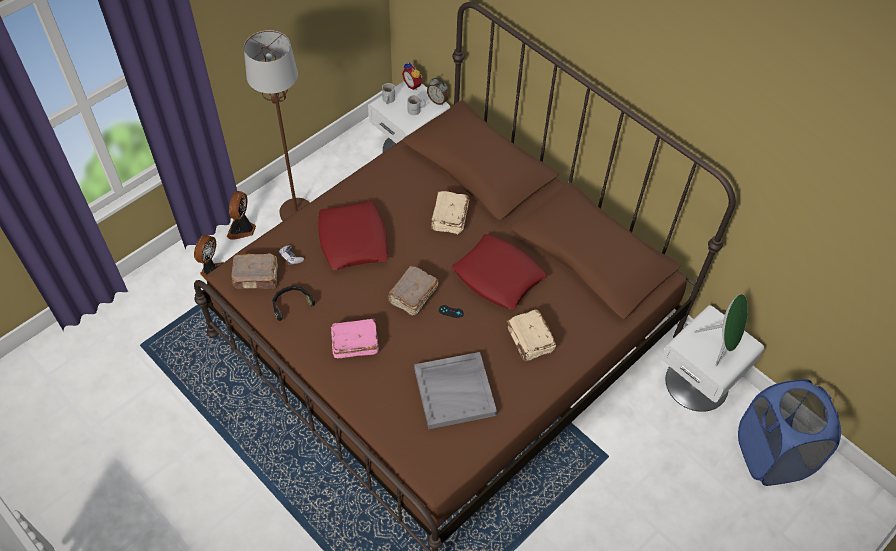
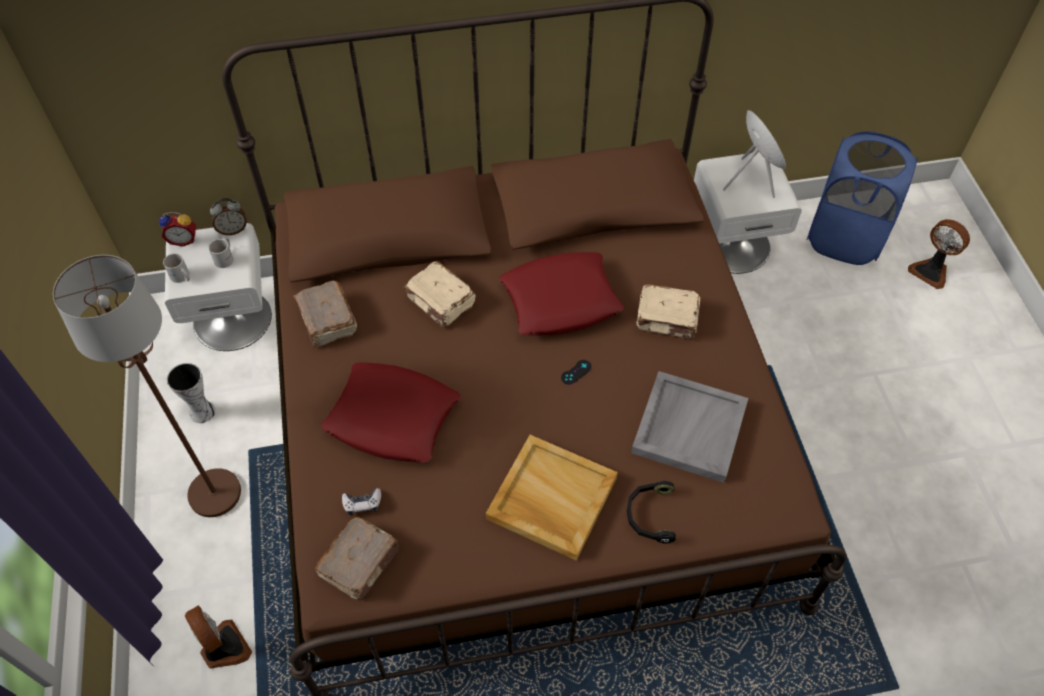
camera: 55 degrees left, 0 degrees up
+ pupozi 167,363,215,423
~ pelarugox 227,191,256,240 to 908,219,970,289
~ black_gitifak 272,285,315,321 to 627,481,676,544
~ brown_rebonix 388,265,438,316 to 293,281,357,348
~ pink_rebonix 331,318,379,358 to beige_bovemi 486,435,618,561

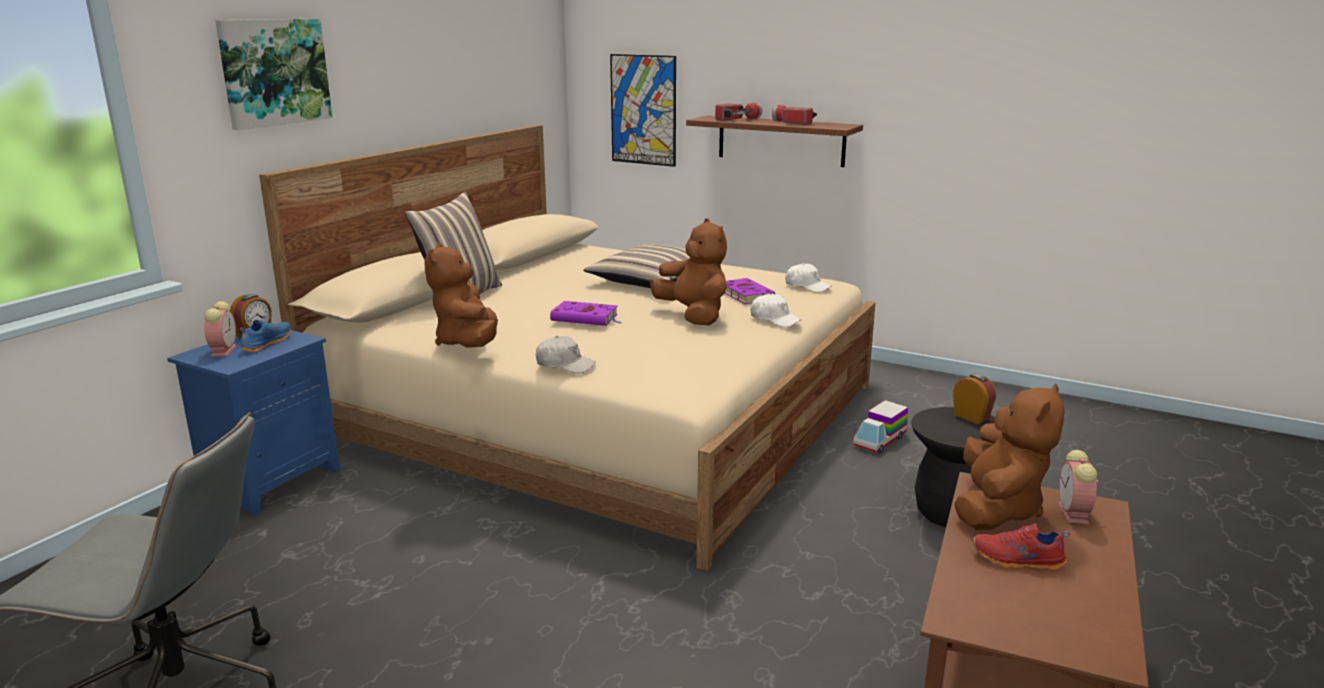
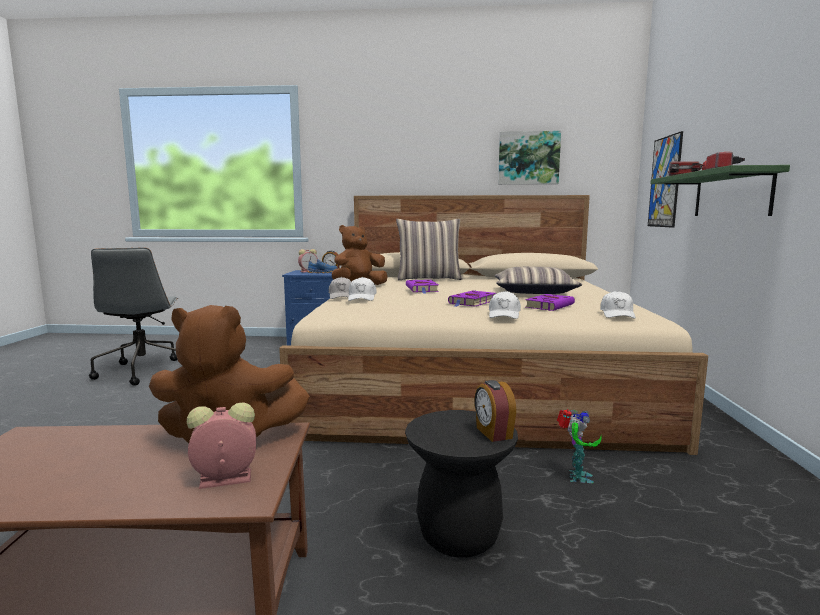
camera: 65 degrees right, 10 degrees down
- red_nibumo 973,524,1070,570
+ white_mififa 348,277,376,301
~ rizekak 215,19,333,130 to 498,131,561,184
~ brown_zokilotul 650,218,727,325 to purple_rebonix 448,291,496,307
~ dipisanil 853,400,908,453 to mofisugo 557,409,601,483
~ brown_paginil 686,115,863,167 to green_paginil 650,165,790,216
~ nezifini 953,373,996,424 = 474,380,516,442 135 degrees clockwise

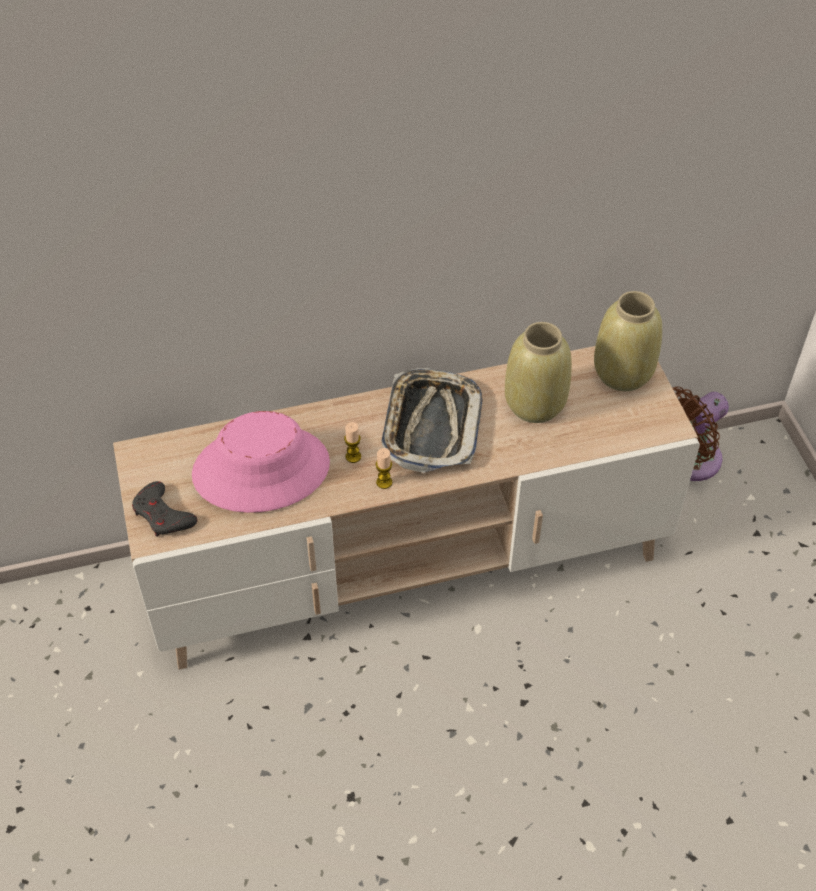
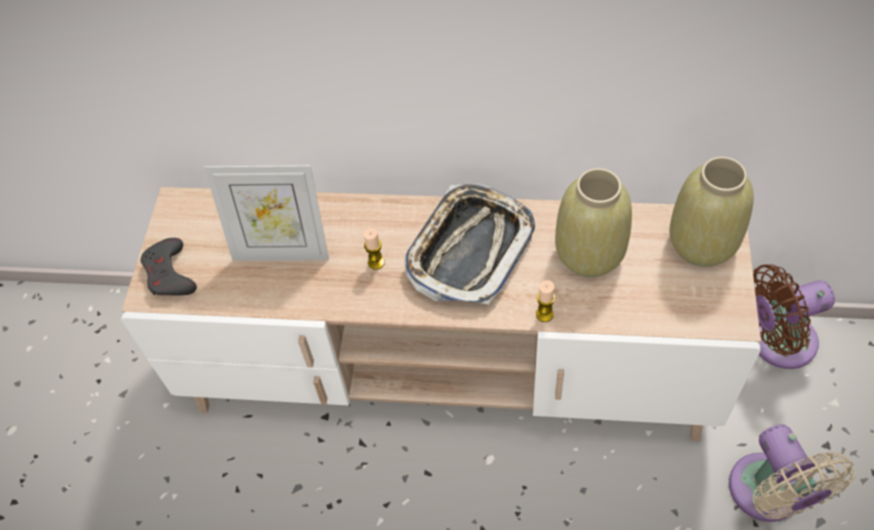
camera: 25 degrees right, 5 degrees up
+ beige_pelarugox 729,424,855,522
~ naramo 376,448,392,489 to 536,280,555,322
~ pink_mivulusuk 192,411,330,513 to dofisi 204,165,329,260

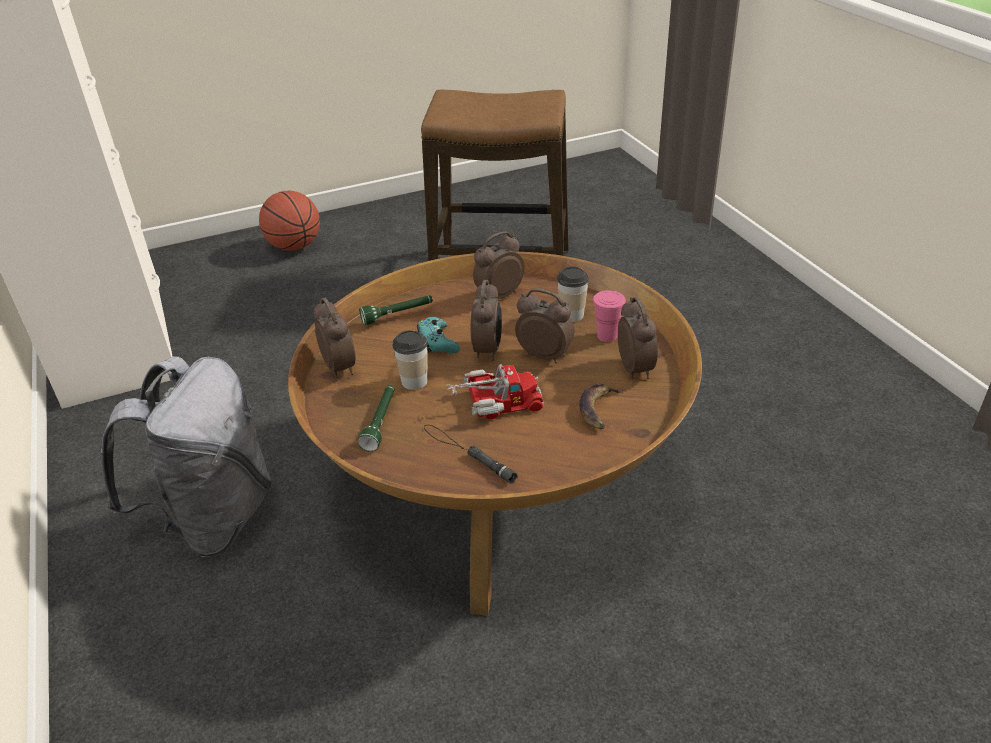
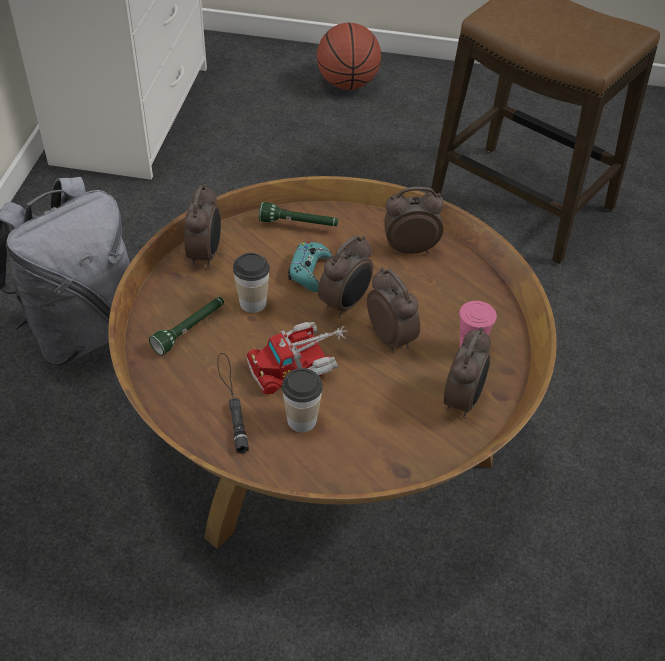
camera: 30 degrees right, 10 degrees up
- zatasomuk 579,383,623,430
~ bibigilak 557,267,589,322 to 282,368,323,433
~ dipisanil 445,364,543,419 = 246,322,348,395 135 degrees clockwise

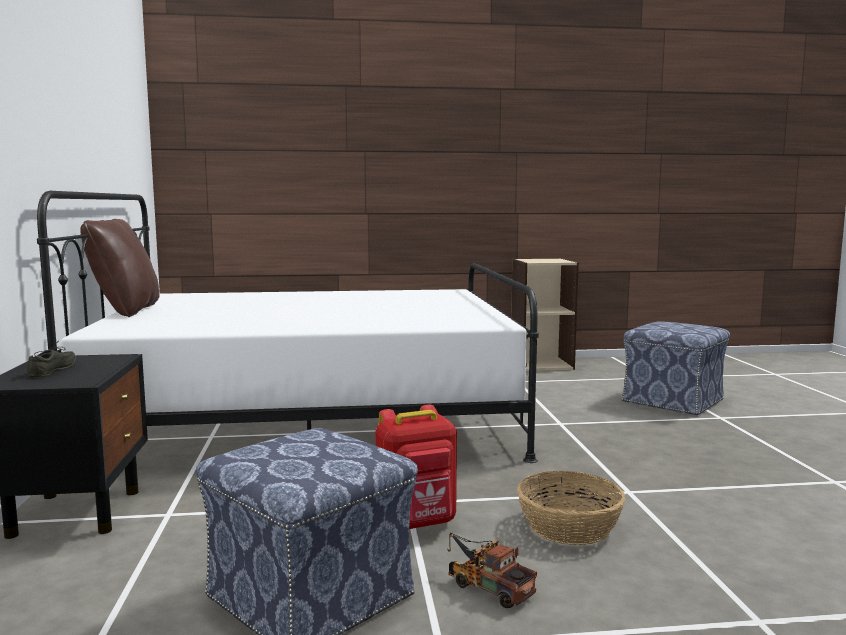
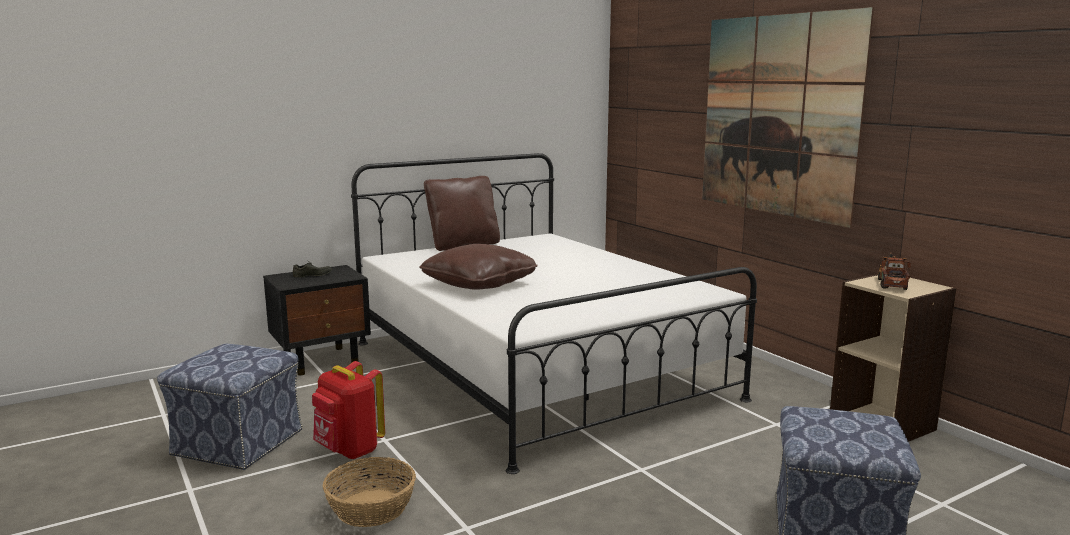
camera: 65 degrees right, 5 degrees up
+ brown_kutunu 419,244,538,290
+ rizekak 702,7,874,228
~ dipisanil 447,533,537,608 to 878,252,911,290

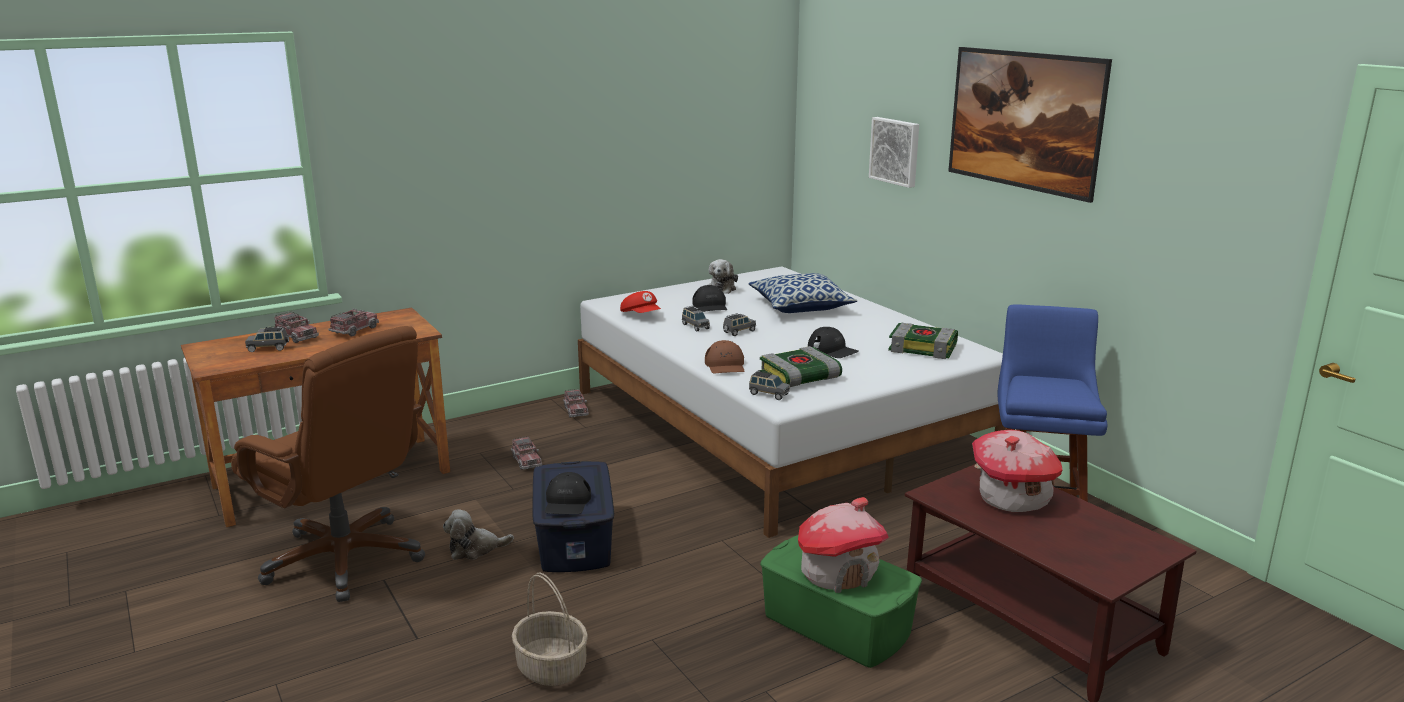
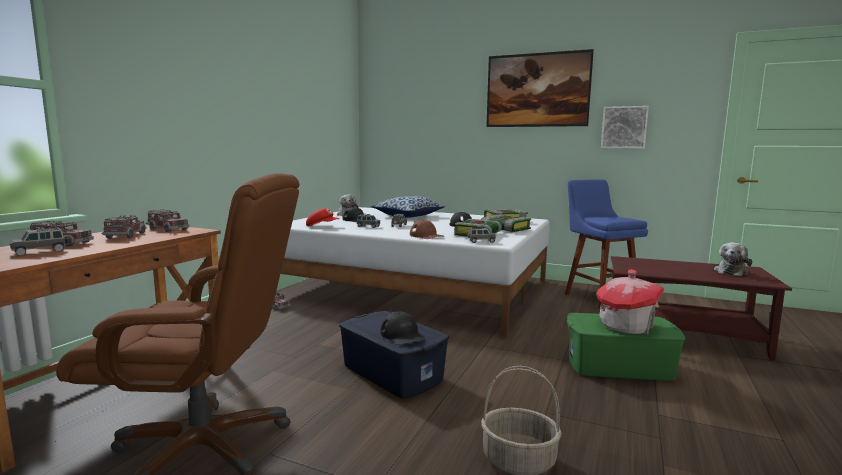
camera: 35 degrees left, 10 degrees down
- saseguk 972,430,1063,512
+ rebonix 481,214,531,232
~ zokilotul 443,509,514,560 to 714,242,752,276
~ dipisanil 511,436,542,470 to 146,210,190,232
~ rizekak 869,117,919,188 to 601,106,649,149

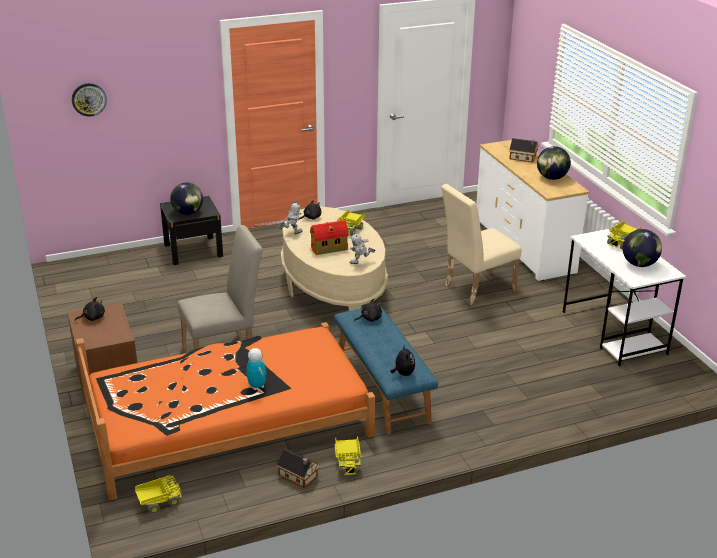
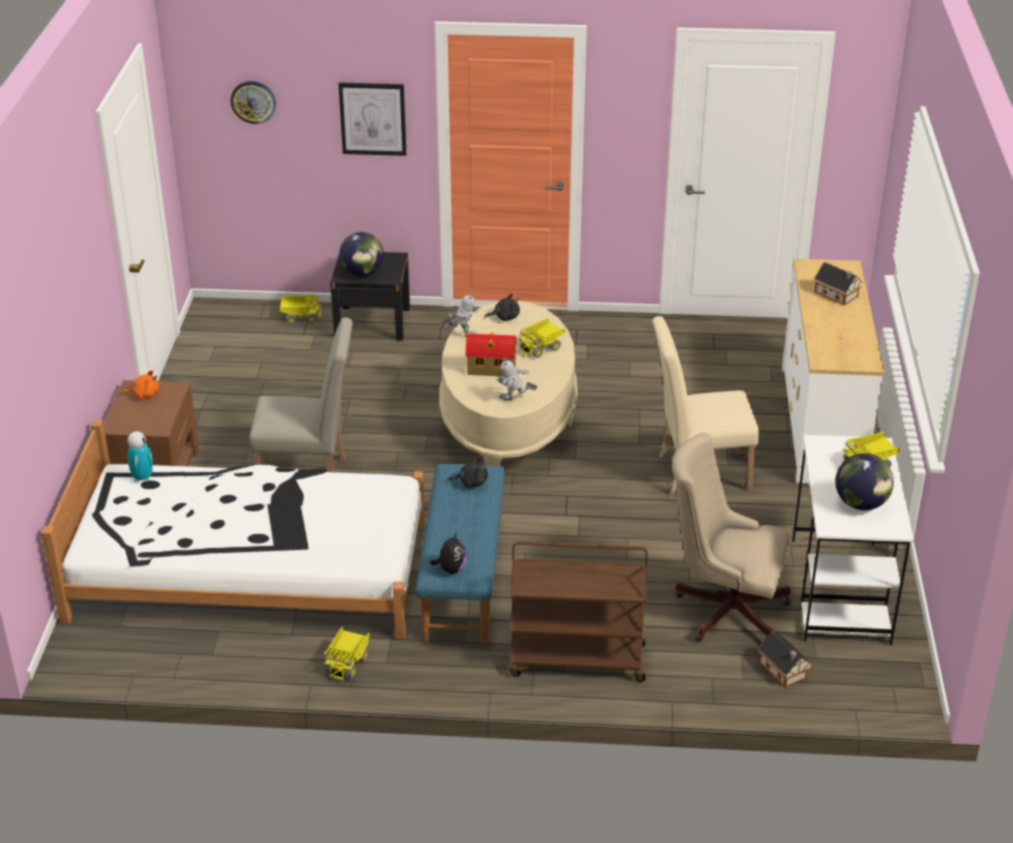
camera: 25 degrees right, 5 degrees up
- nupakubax 537,146,571,180
+ rizekak 338,83,406,156
+ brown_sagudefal 509,541,648,682
+ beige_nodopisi 672,433,792,642
~ dipisanil 135,475,182,514 to 279,295,322,324
~ mofisugo 247,348,267,390 to 127,431,153,482
~ saseguk 276,448,320,488 to 758,631,812,687
~ black_zokilotul 75,297,105,321 to orange_zokilotul 122,370,160,399
~ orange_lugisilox 76,322,375,501 to white_lugisilox 41,420,425,639

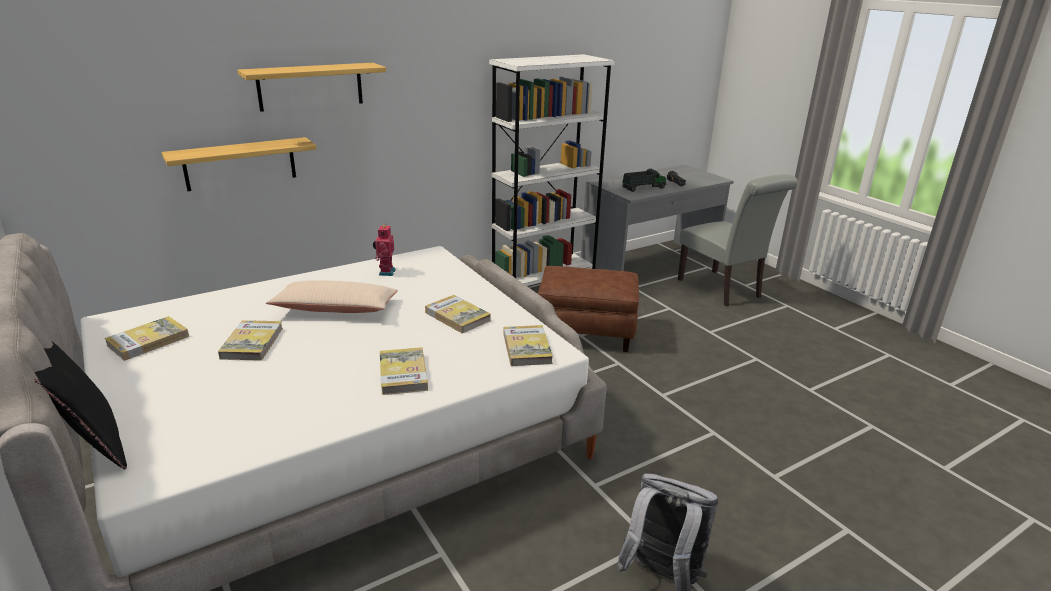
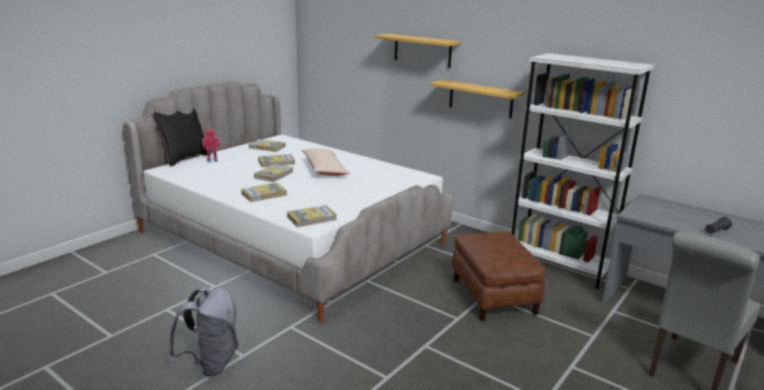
camera: 70 degrees right, 5 degrees down
- dipisanil 622,169,666,192
~ paginil 162,137,317,191 to 430,80,524,118
~ mofisugo 373,223,396,276 to 202,129,220,162
~ rebonix 425,295,491,333 to 254,164,293,182

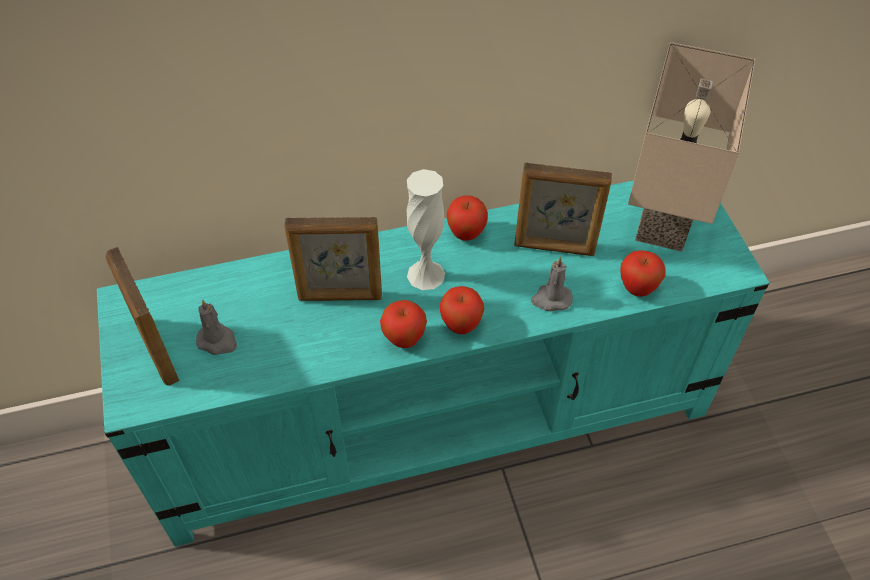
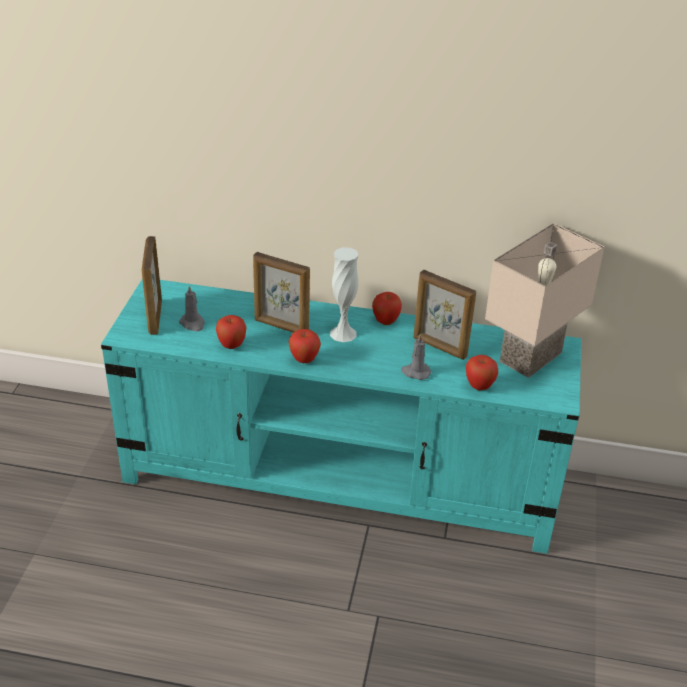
camera: 25 degrees right, 15 degrees down
~ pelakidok 440,286,484,334 to 216,315,247,349

